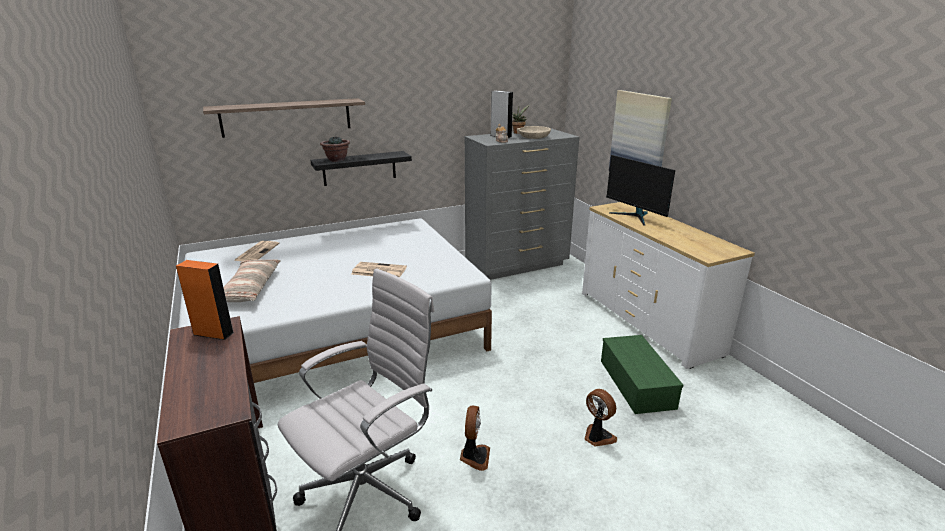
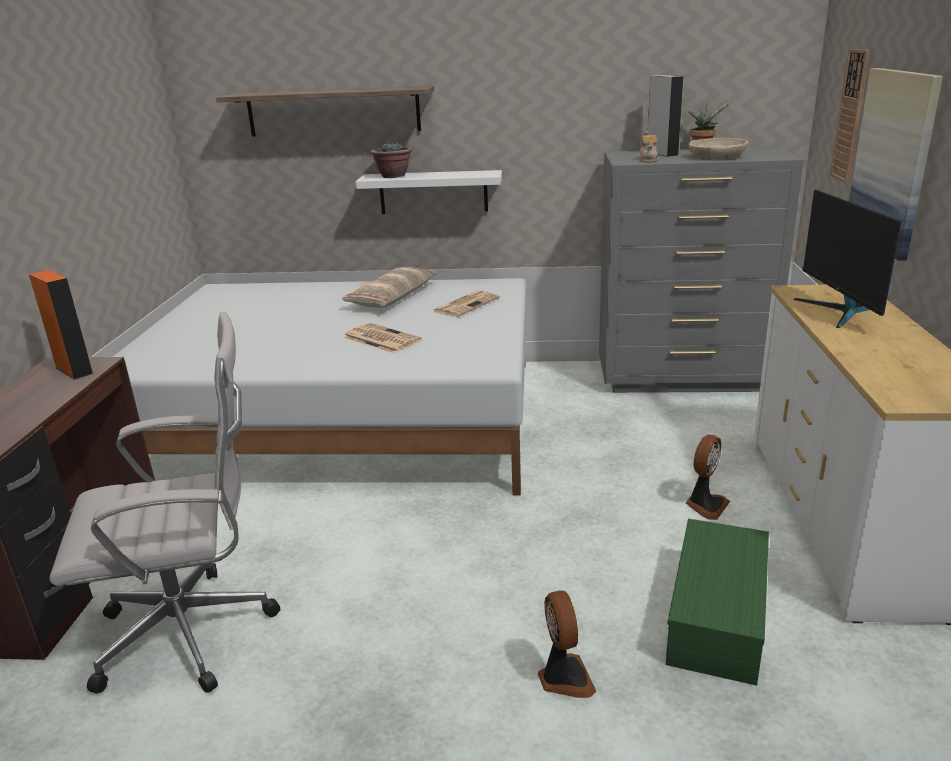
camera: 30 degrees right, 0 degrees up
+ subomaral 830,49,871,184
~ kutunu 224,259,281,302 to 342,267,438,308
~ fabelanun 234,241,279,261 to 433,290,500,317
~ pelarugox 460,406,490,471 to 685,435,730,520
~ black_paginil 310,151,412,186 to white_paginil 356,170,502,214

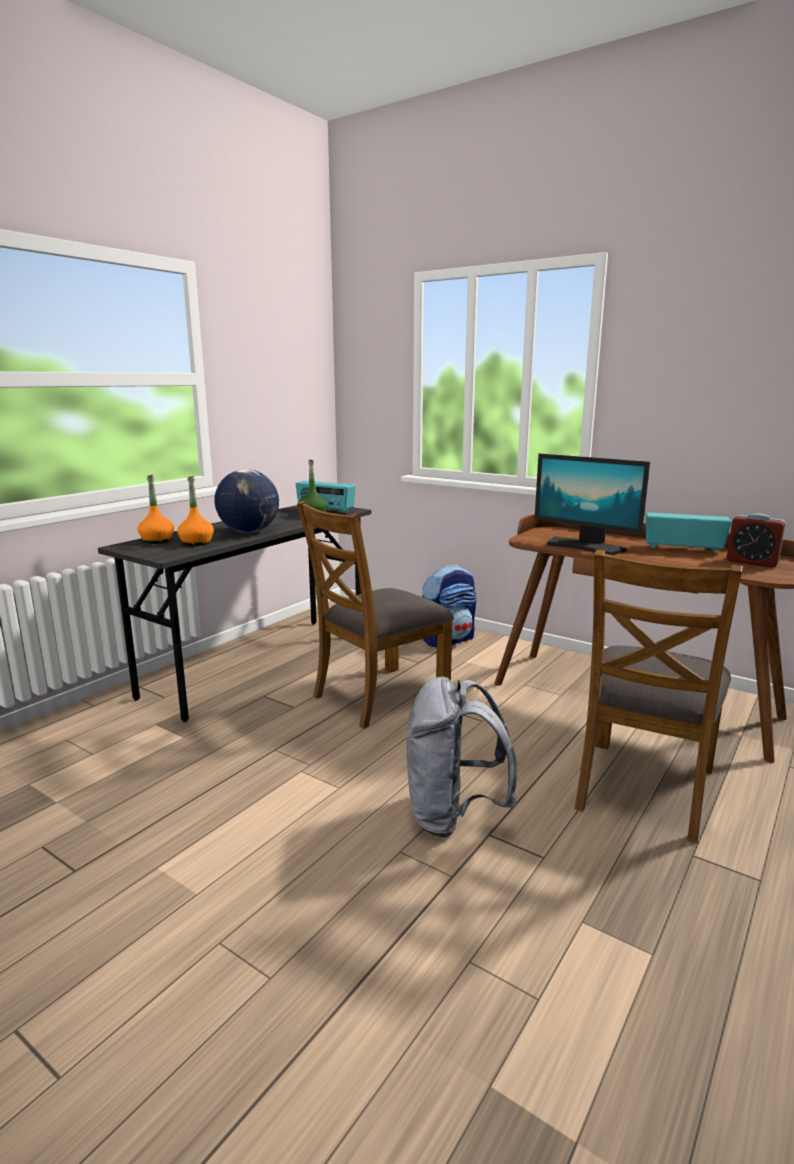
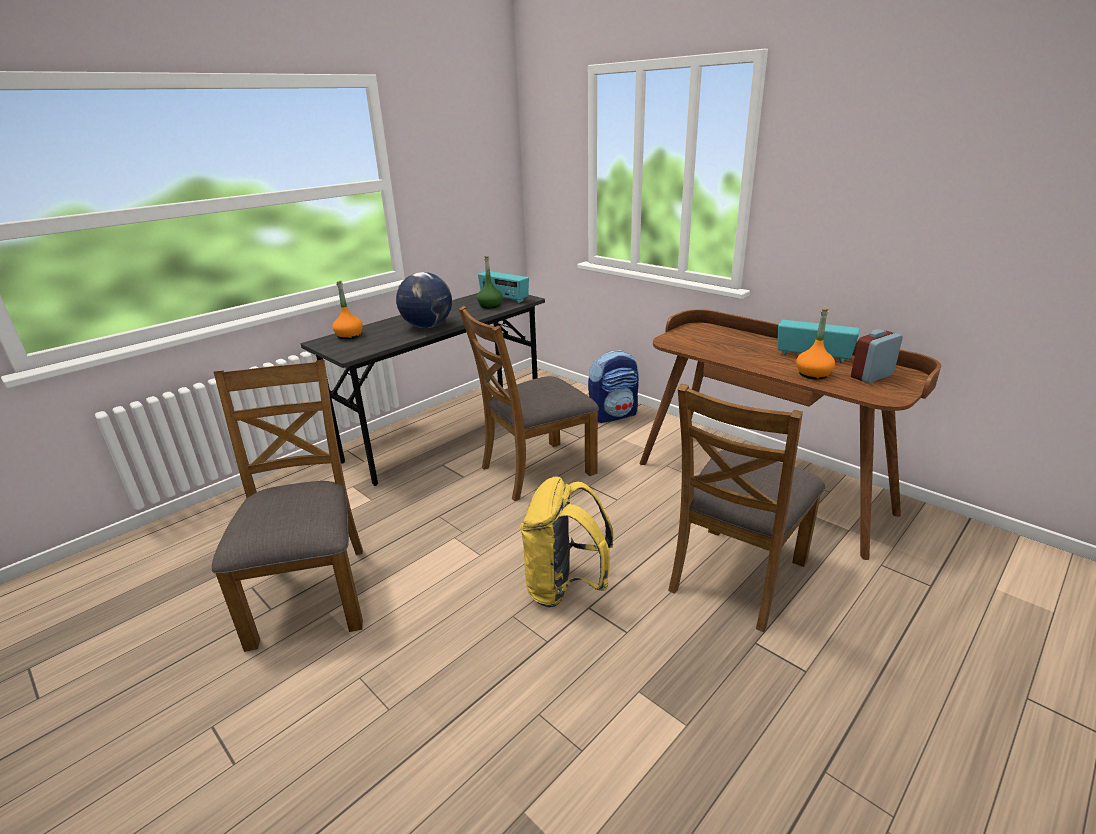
camera: 10 degrees right, 10 degrees up
- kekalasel 535,453,650,555
+ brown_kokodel 212,360,363,652
~ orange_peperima 177,476,214,546 to 796,308,835,380
~ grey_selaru 406,676,517,837 to yellow_selaru 520,476,613,608
~ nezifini 727,513,786,567 = 851,329,903,383 105 degrees clockwise

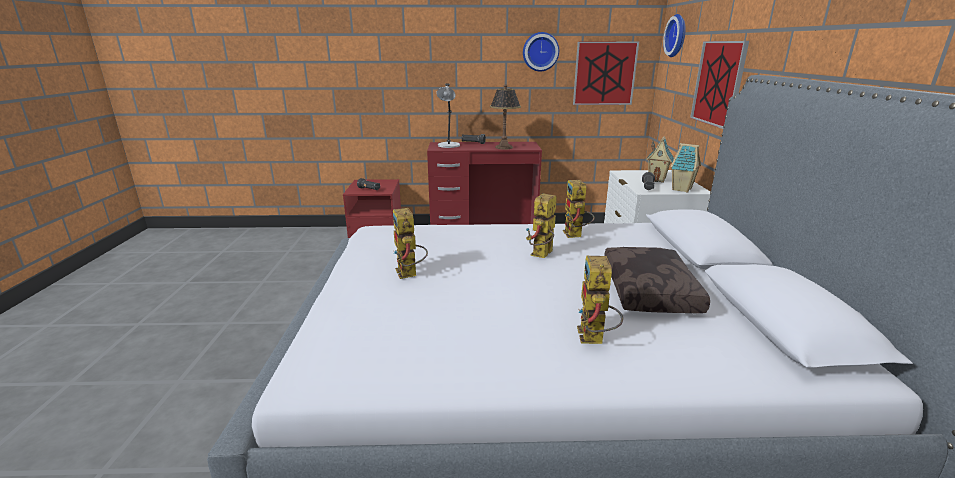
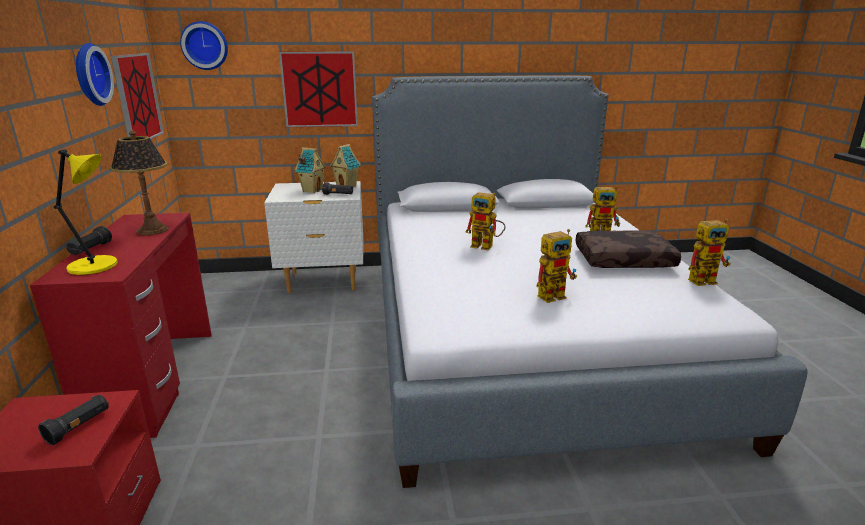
camera: 95 degrees left, 0 degrees up
~ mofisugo 563,180,595,238 to 688,218,731,286
~ brown_kutunu 604,247,710,313 to 575,230,681,268
~ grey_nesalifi 436,84,460,148 to yellow_nesalifi 54,149,117,275

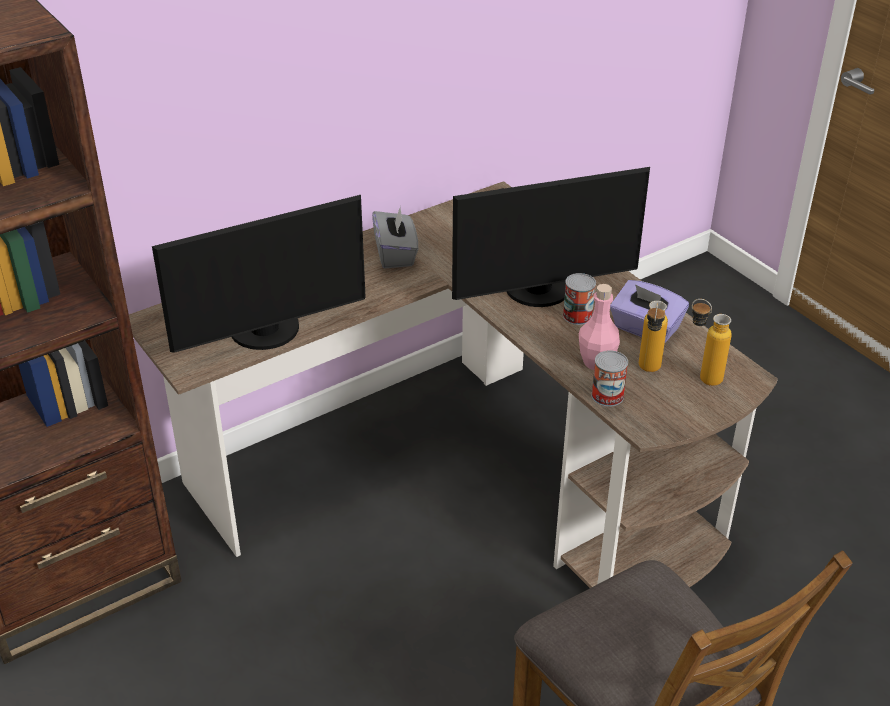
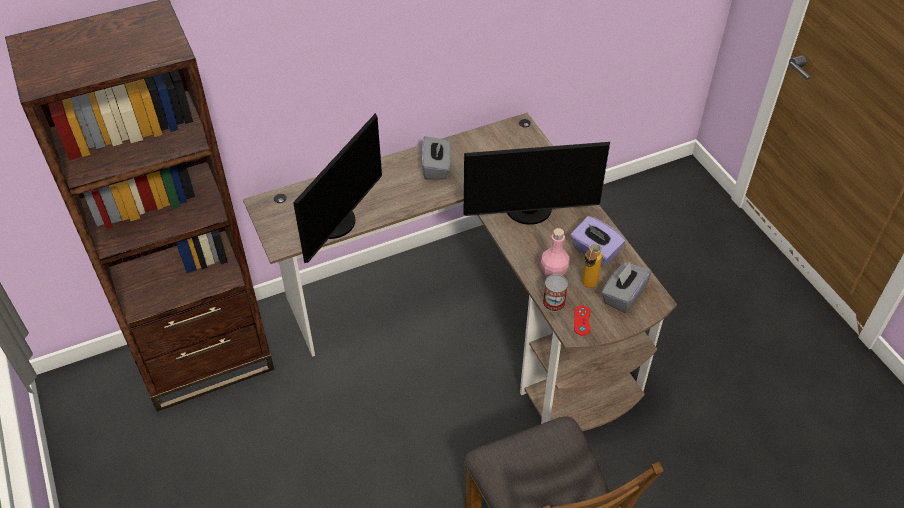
camera: 10 degrees right, 10 degrees up
- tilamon 563,273,596,325
+ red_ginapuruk 574,306,591,336
~ peperima 692,299,732,386 to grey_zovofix 602,262,652,313
~ kekalasel 152,195,366,353 = 293,113,382,263 45 degrees counterclockwise

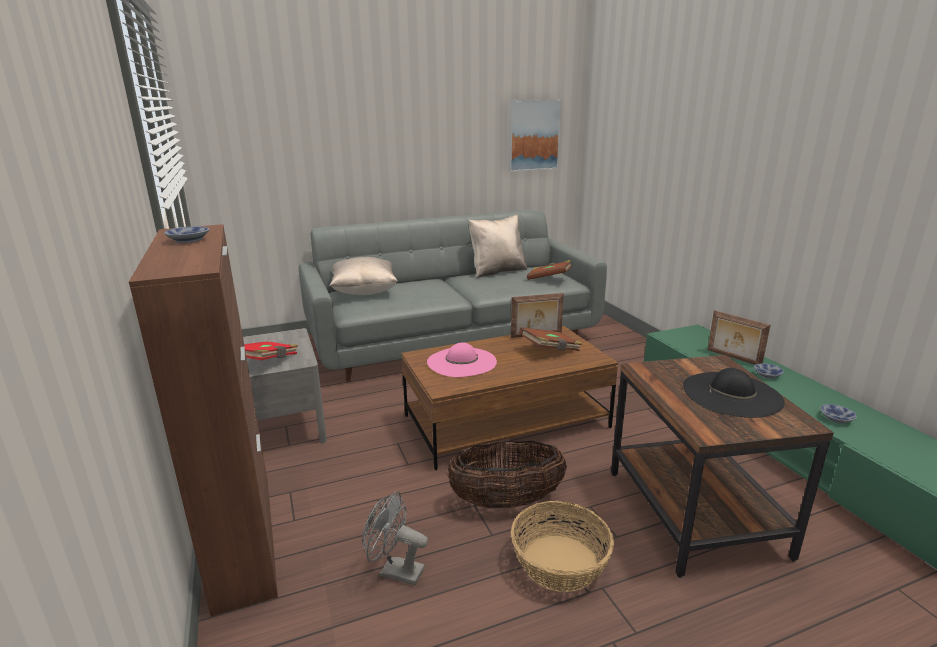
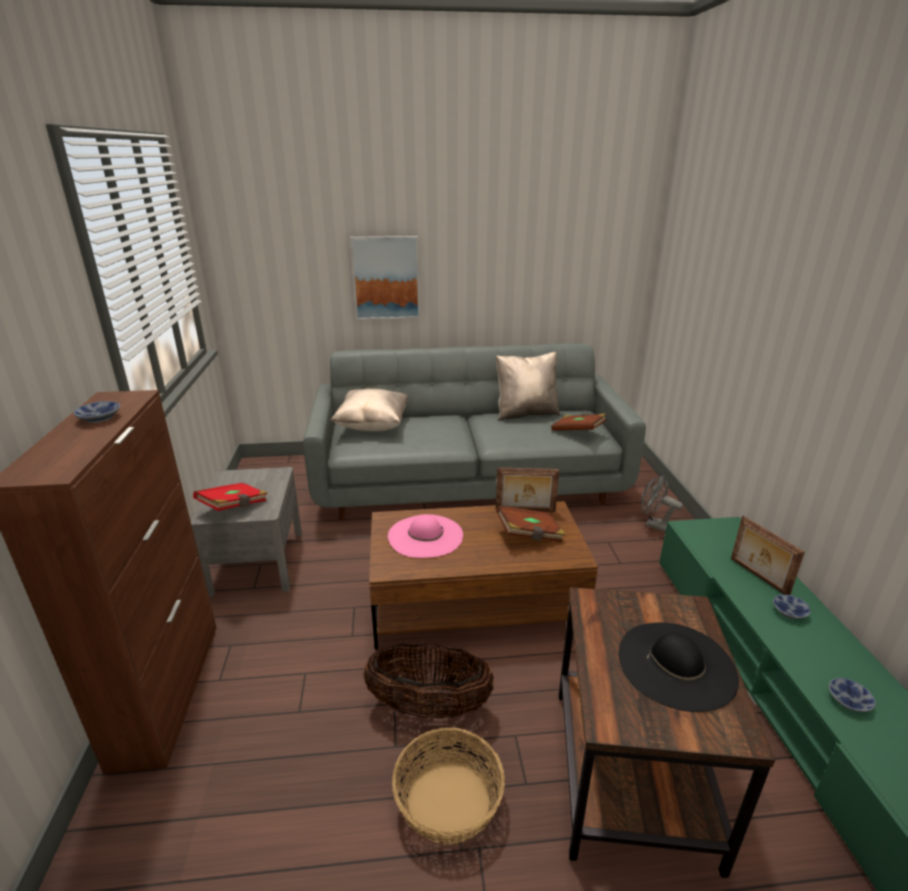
camera: 15 degrees right, 5 degrees up
~ grey_pelarugox 362,492,428,585 to 641,475,683,532
~ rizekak 508,99,562,172 to 350,236,420,320

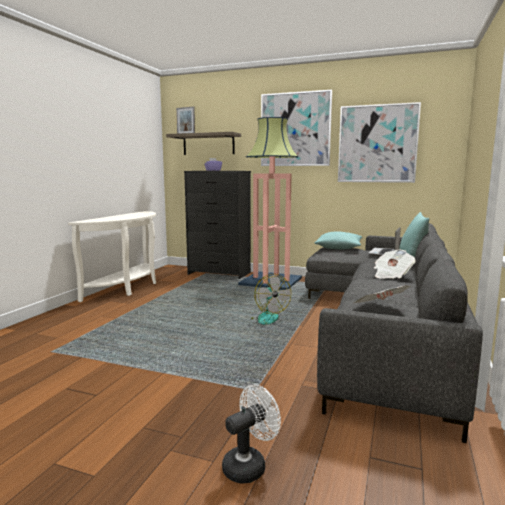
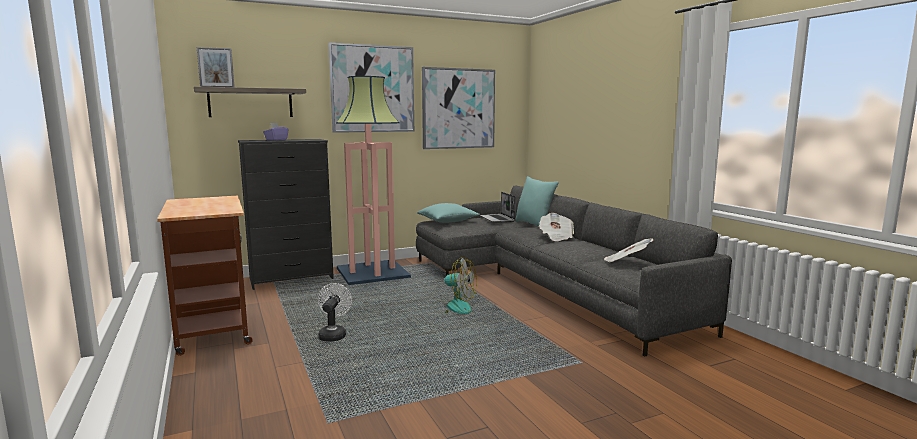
camera: 45 degrees left, 0 degrees up
~ white_pelarugox 222,384,281,484 to 318,283,352,342
~ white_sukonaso 68,211,156,302 to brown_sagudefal 157,196,253,356

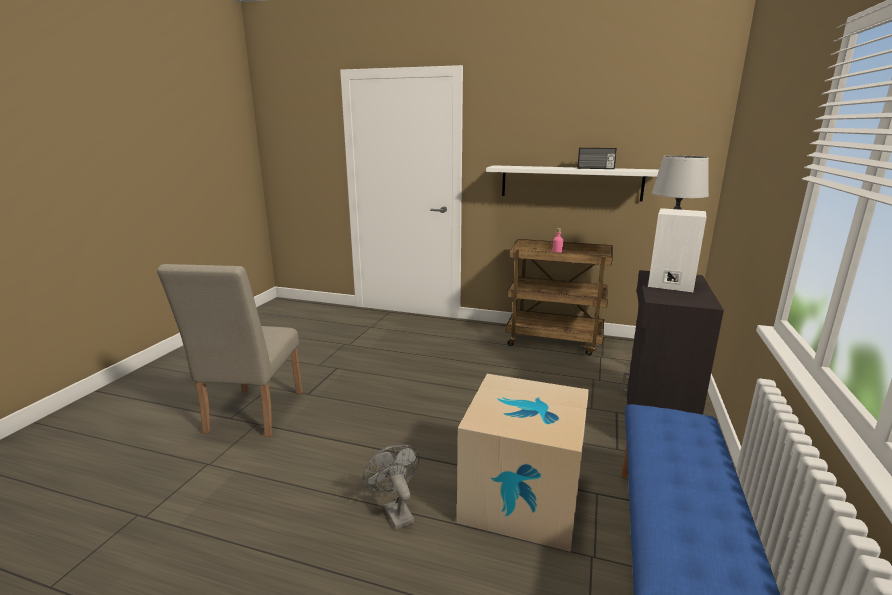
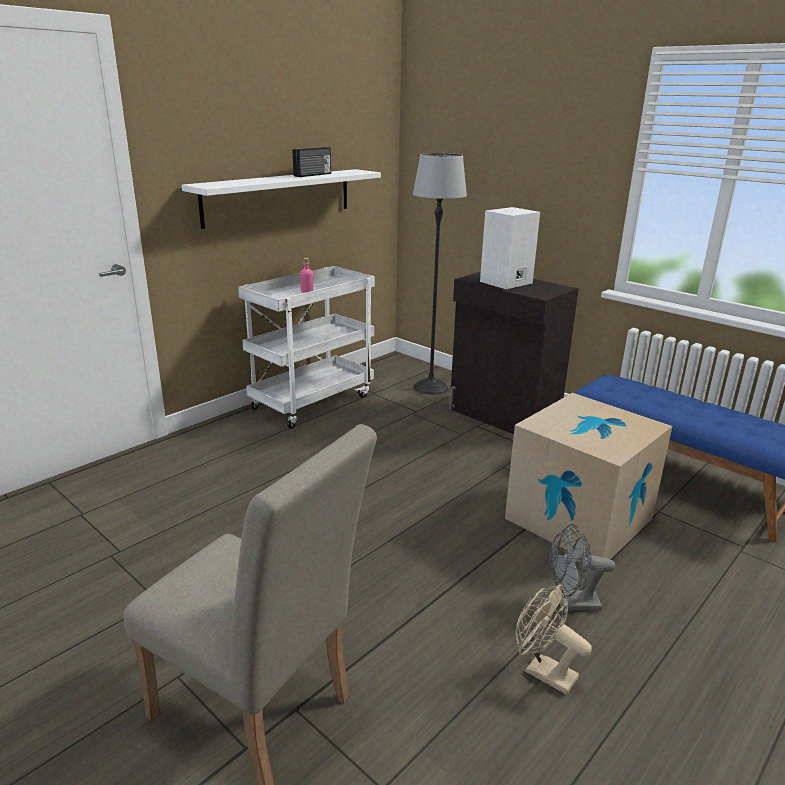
camera: 65 degrees left, 5 degrees up
+ beige_pelarugox 515,585,592,695
~ brown_sagudefal 506,239,613,356 to white_sagudefal 238,266,375,429

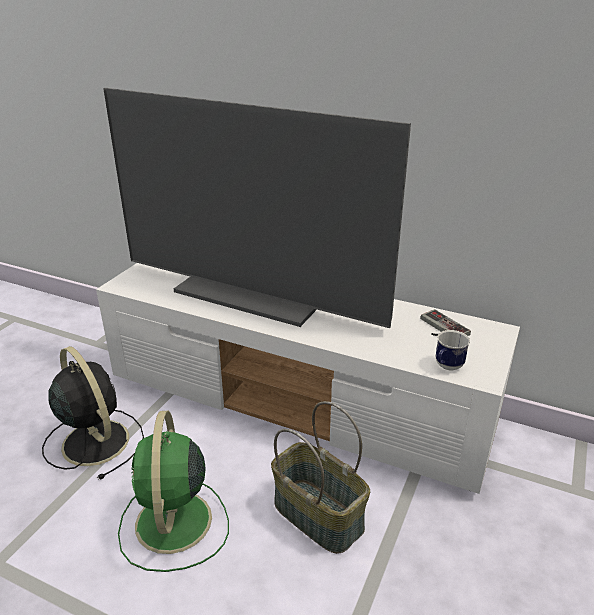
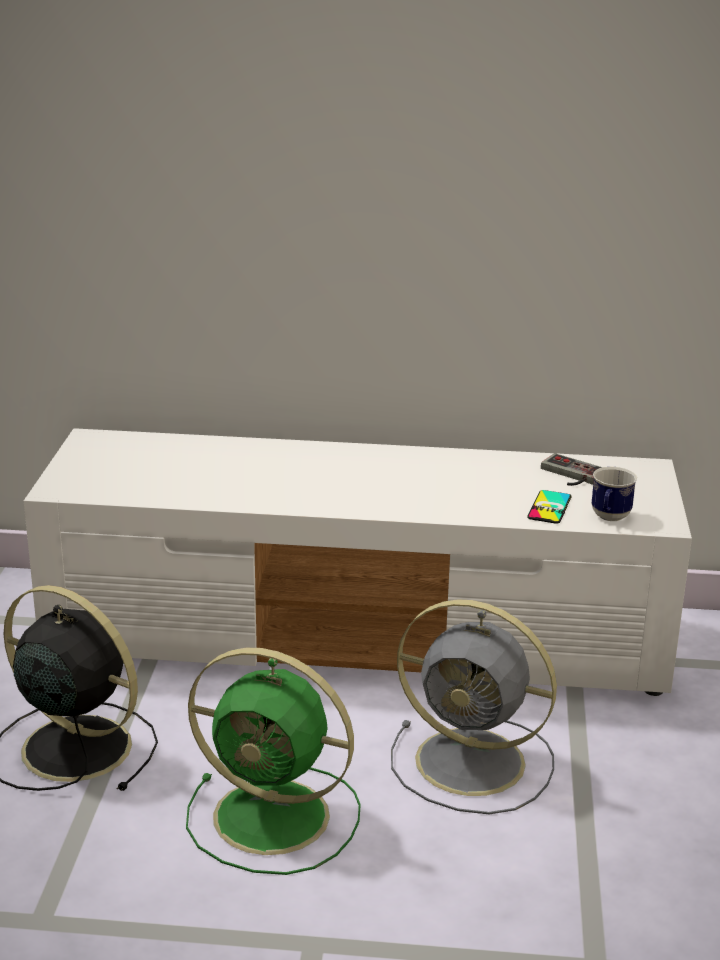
camera: 20 degrees left, 5 degrees down
- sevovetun 103,88,411,328
+ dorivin 527,490,571,524
~ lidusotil 271,401,370,554 to grey_pelarugox 391,599,557,814
~ green_pelarugox 118,411,229,572 = 186,648,361,875 45 degrees counterclockwise

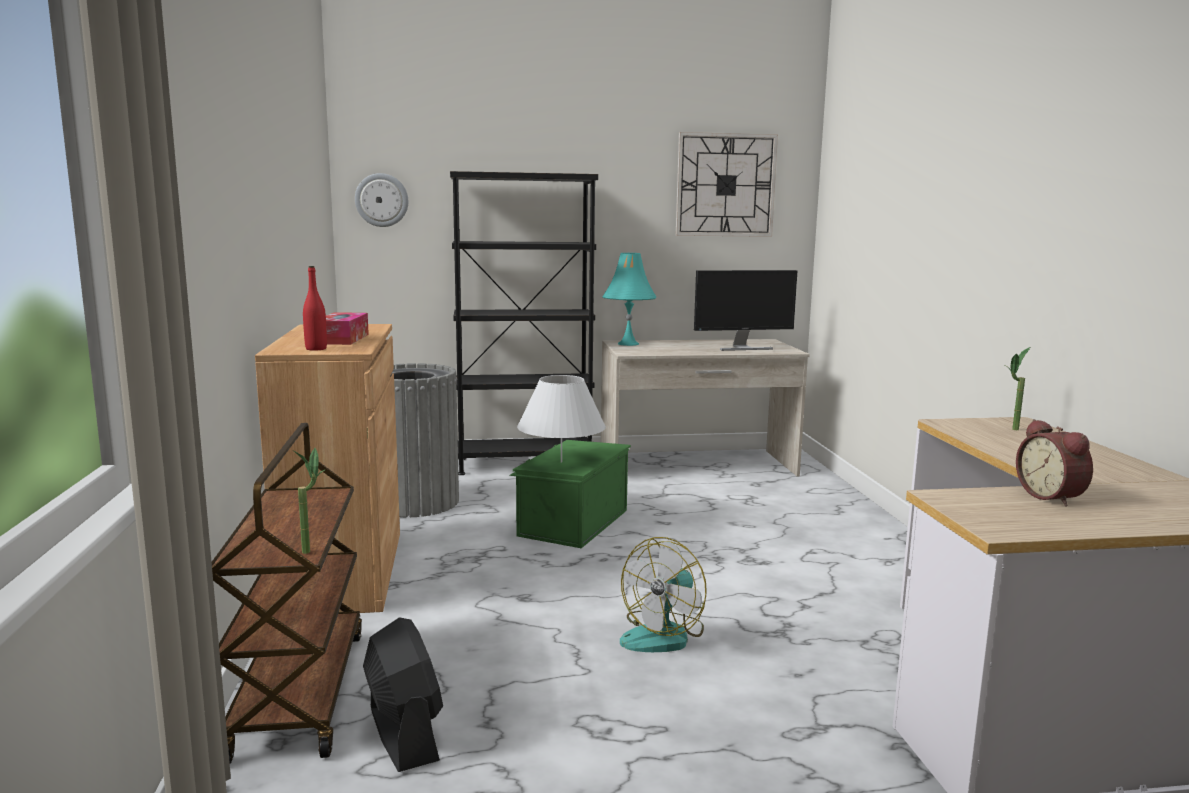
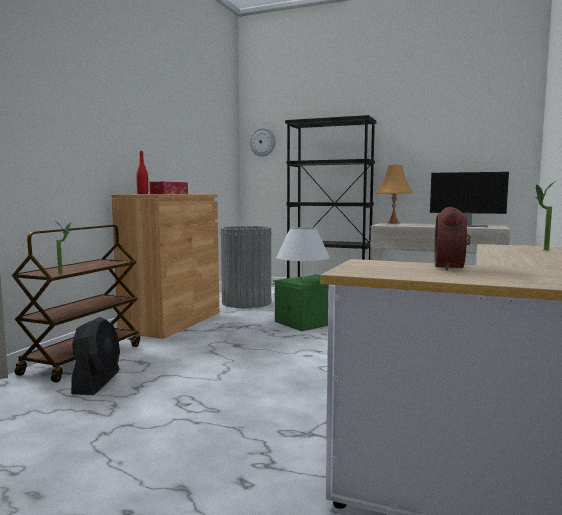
camera: 30 degrees right, 5 degrees down
- pelarugox 620,537,707,652
- subomaral 676,132,778,237
~ turquoise_nesalifi 603,253,656,346 to orange_nesalifi 376,165,413,224

